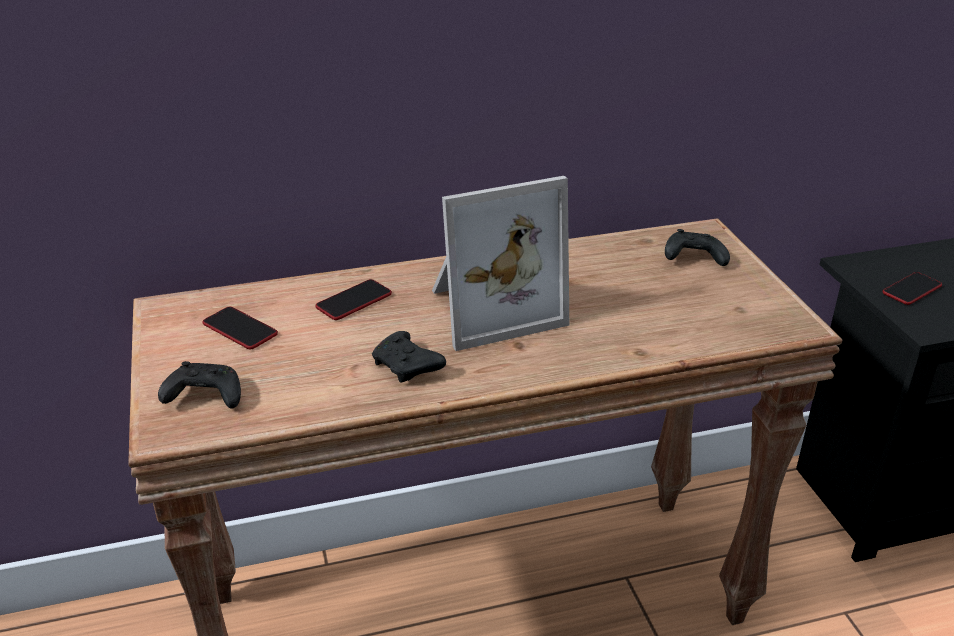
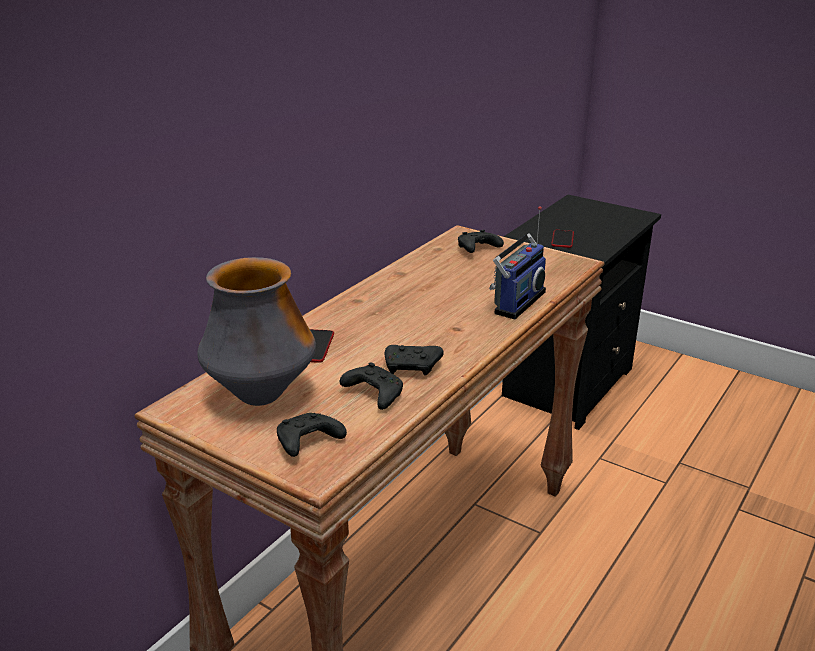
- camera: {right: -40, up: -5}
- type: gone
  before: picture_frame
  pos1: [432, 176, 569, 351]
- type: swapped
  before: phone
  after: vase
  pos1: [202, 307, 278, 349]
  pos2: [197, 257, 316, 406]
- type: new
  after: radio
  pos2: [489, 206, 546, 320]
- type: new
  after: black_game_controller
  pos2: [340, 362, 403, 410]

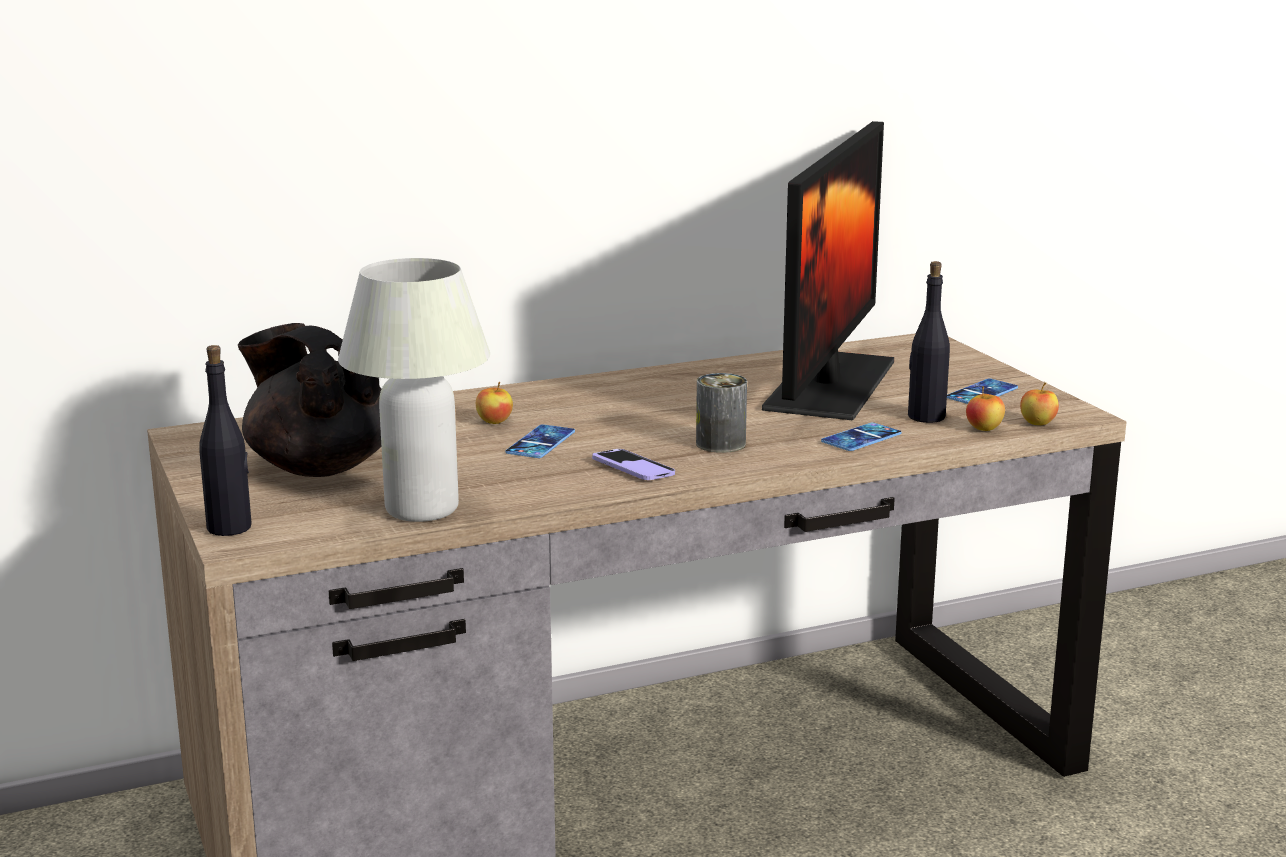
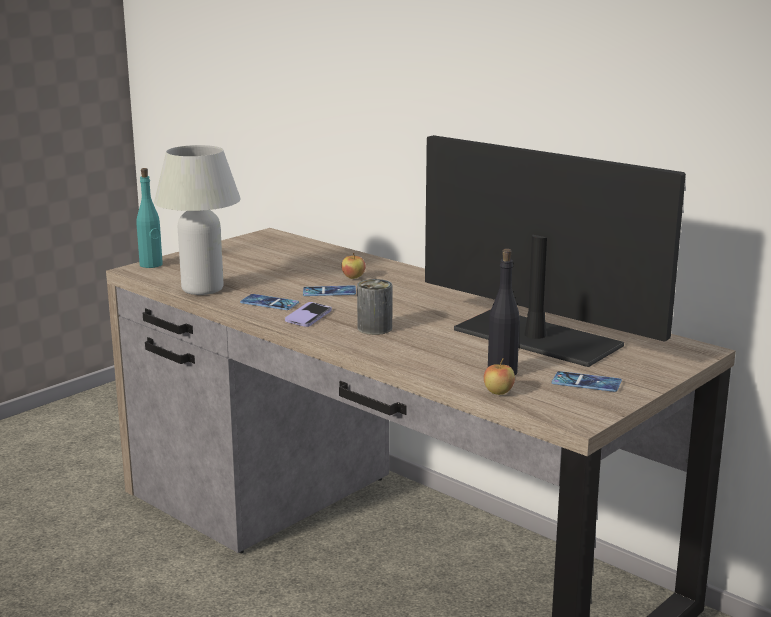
- camera: {right: 65, up: 0}
- type: rotated
  before: monitor
  pos1: [762, 121, 894, 420]
  pos2: [425, 135, 686, 367]
  turn: -135
- type: gone
  before: black_teapot
  pos1: [238, 323, 381, 477]
- type: repainted
  before: black_bottle
  after: turquoise_bottle
  pos1: [199, 345, 252, 536]
  pos2: [136, 168, 163, 268]
- type: gone
  before: apple
  pos1: [1020, 382, 1059, 425]
- type: shifted
  before: phone
  pos1: [821, 422, 901, 451]
  pos2: [240, 294, 299, 310]

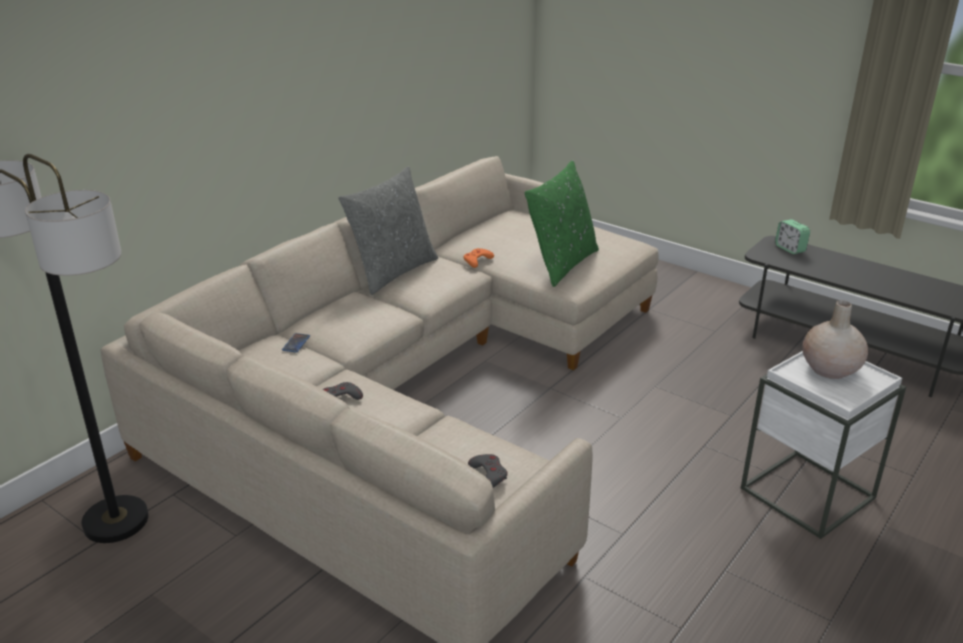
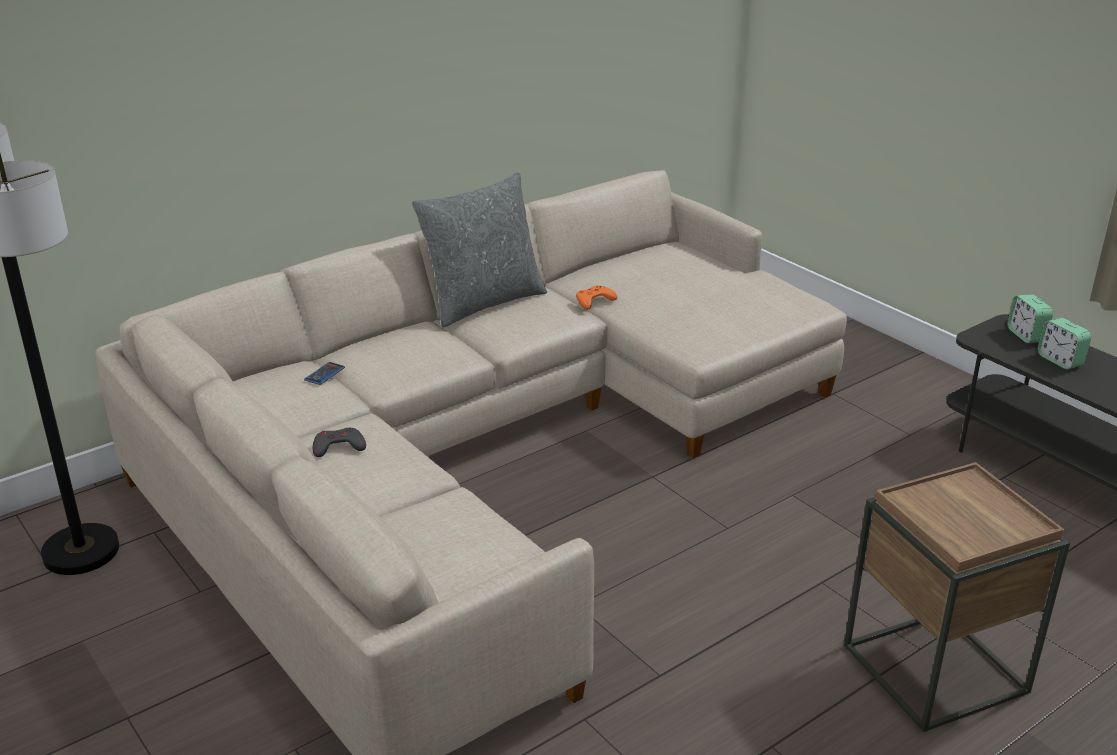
- camera: {right: 15, up: 0}
- type: gone
  before: green_pillow
  pos1: [525, 160, 599, 287]
- type: gone
  before: beige_vase
  pos1: [802, 300, 868, 379]
- type: repainted
  before: white_side_table
  after: brown_side_table
  pos1: [741, 351, 906, 539]
  pos2: [844, 462, 1070, 732]
- type: gone
  before: grey_game_controller
  pos1: [468, 454, 508, 488]
- type: new
  after: alarm_clock
  pos2: [1038, 318, 1091, 369]

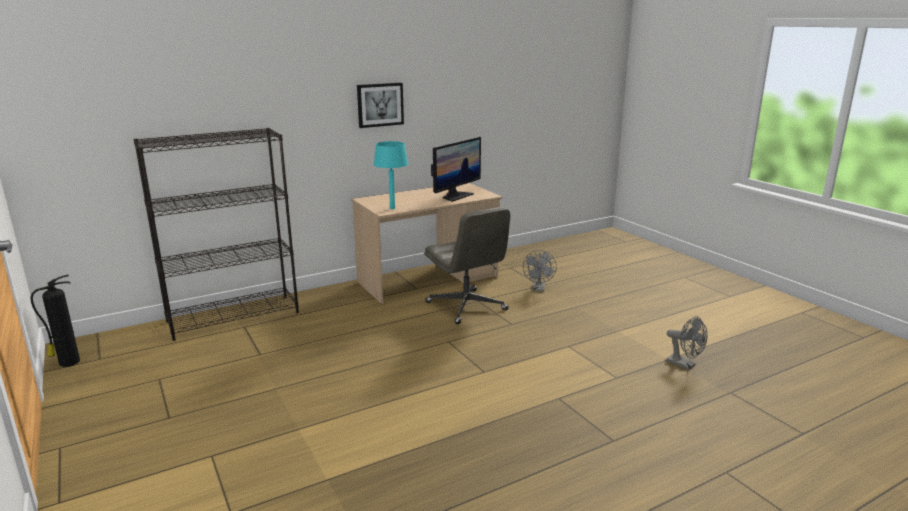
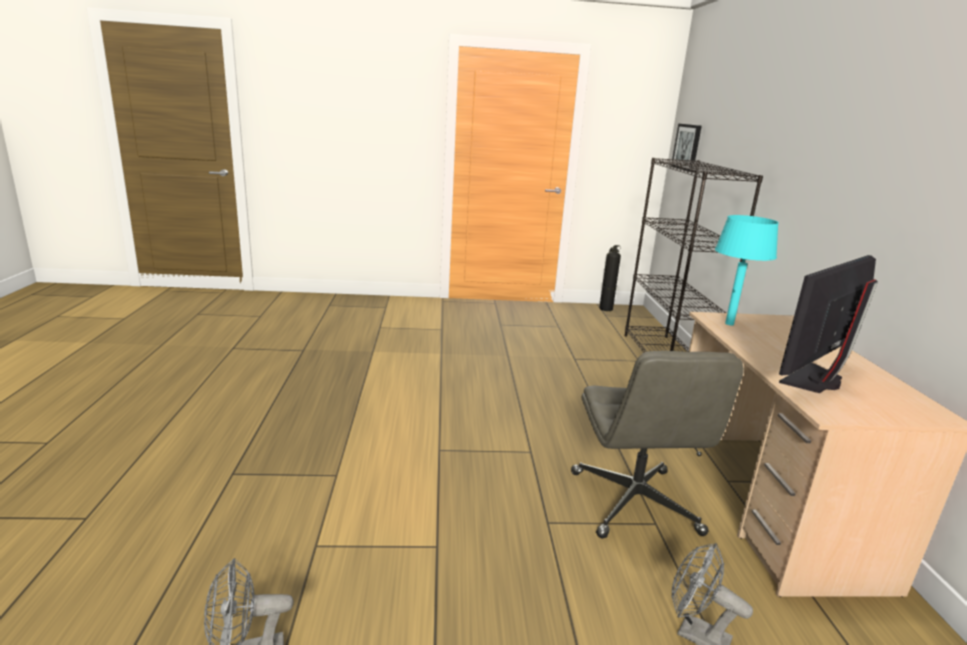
- camera: {right: 115, up: 0}
- type: shifted
  before: picture
  pos1: [357, 83, 404, 128]
  pos2: [671, 124, 702, 172]
- type: rotated
  before: monitor
  pos1: [431, 137, 481, 202]
  pos2: [779, 255, 878, 393]
  turn: 75
- type: rotated
  before: grey_office_chair
  pos1: [424, 207, 510, 324]
  pos2: [571, 351, 744, 538]
  turn: -90

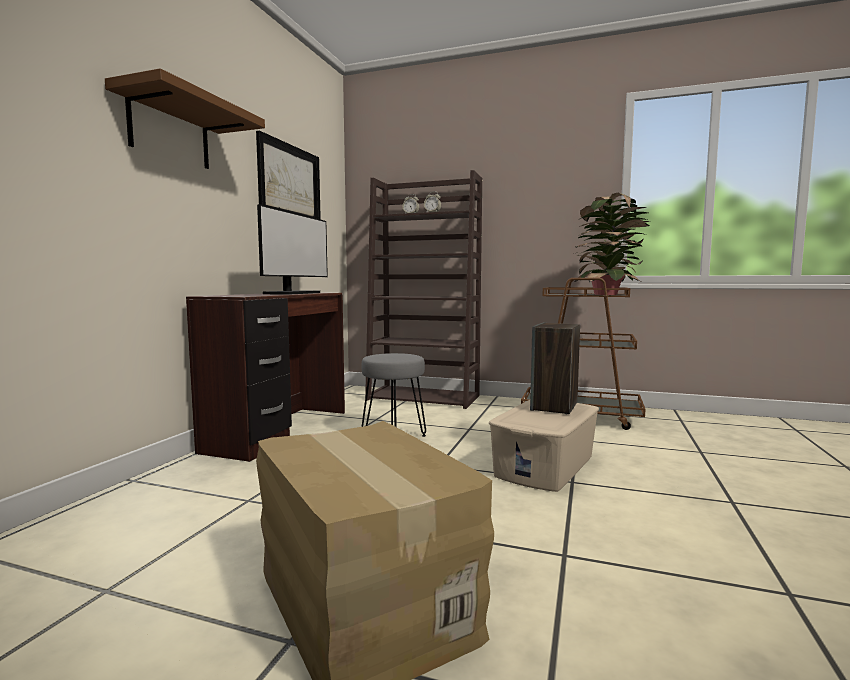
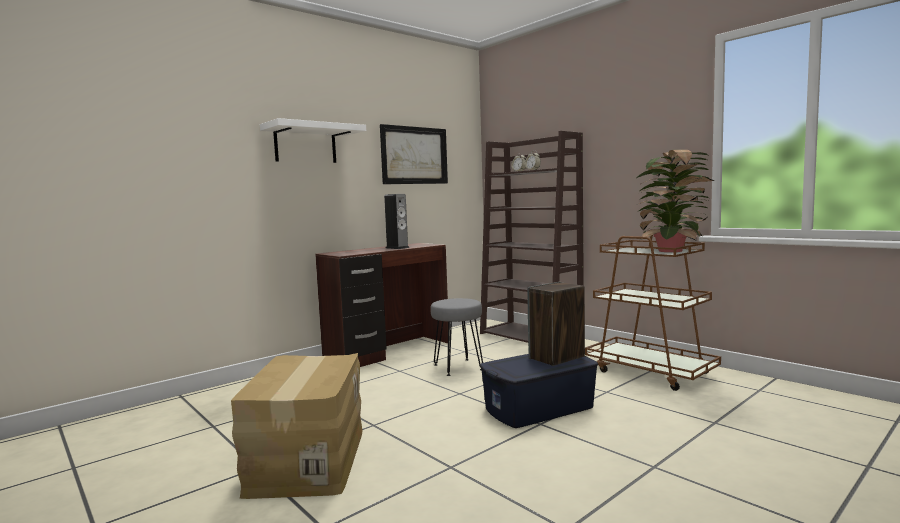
- camera: {right: 30, up: 0}
- type: repainted
  before: brown_shelf
  after: white_shelf
  pos1: [105, 68, 265, 169]
  pos2: [260, 118, 366, 163]
- type: swapped
  before: monitor
  after: speaker
  pos1: [257, 204, 328, 295]
  pos2: [384, 194, 409, 249]
- type: repainted
  before: beige_storage_box
  after: blue_storage_box
  pos1: [489, 400, 599, 492]
  pos2: [480, 354, 598, 428]

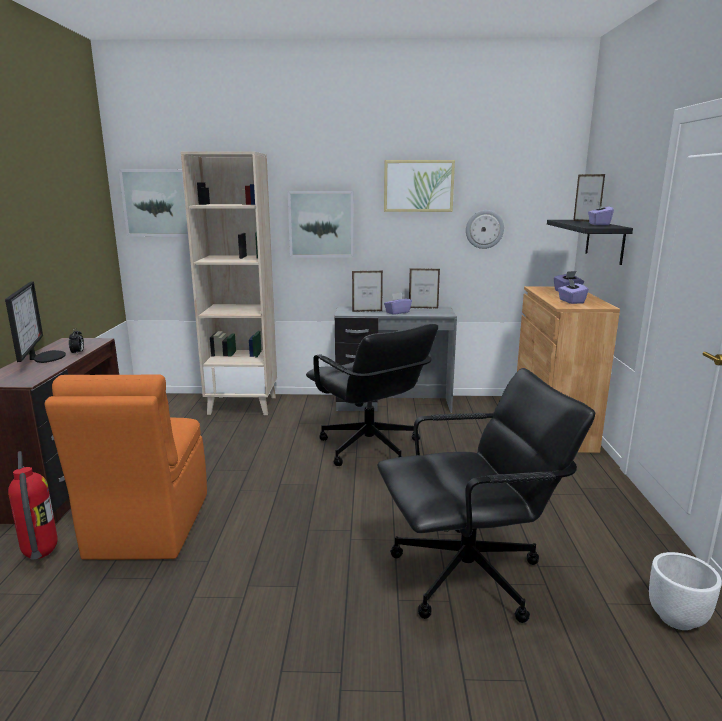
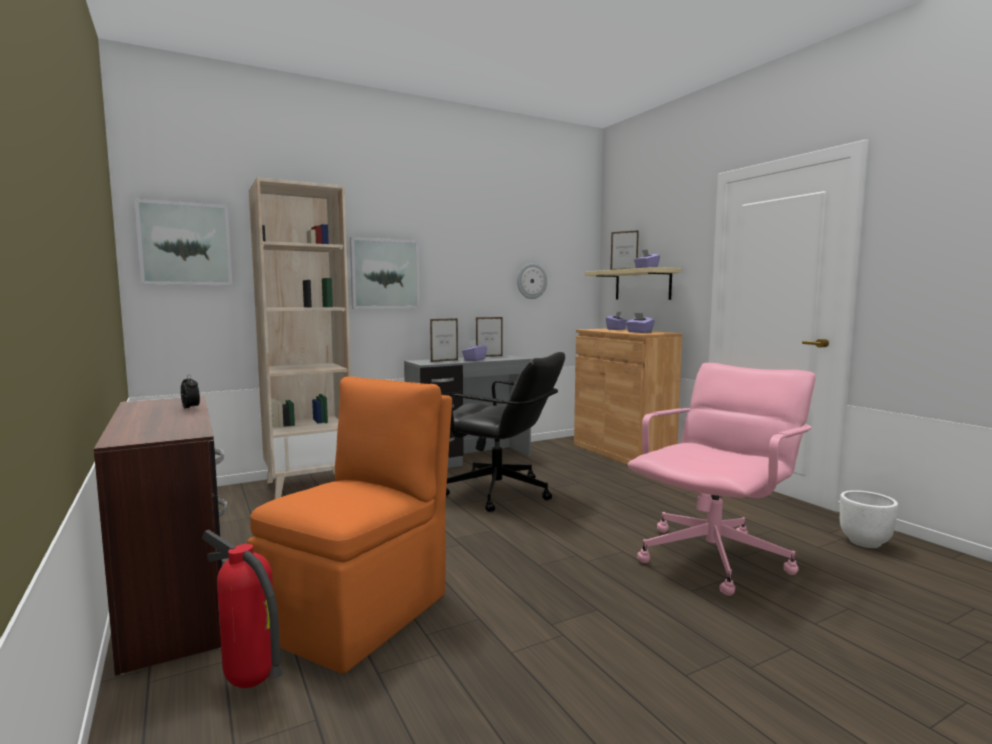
- camera: {right: -30, up: -10}
- type: gone
  before: picture
  pos1: [384, 160, 455, 212]
- type: repainted
  before: black_shelf
  after: beige_shelf
  pos1: [547, 220, 633, 265]
  pos2: [584, 267, 681, 300]
- type: gone
  before: monitor
  pos1: [5, 281, 66, 363]
- type: repainted
  before: black_office_chair
  after: pink_office_chair
  pos1: [377, 368, 595, 623]
  pos2: [628, 363, 815, 596]
- type: rotated
  before: orange_chair
  pos1: [45, 374, 207, 560]
  pos2: [247, 376, 452, 673]
  turn: -120

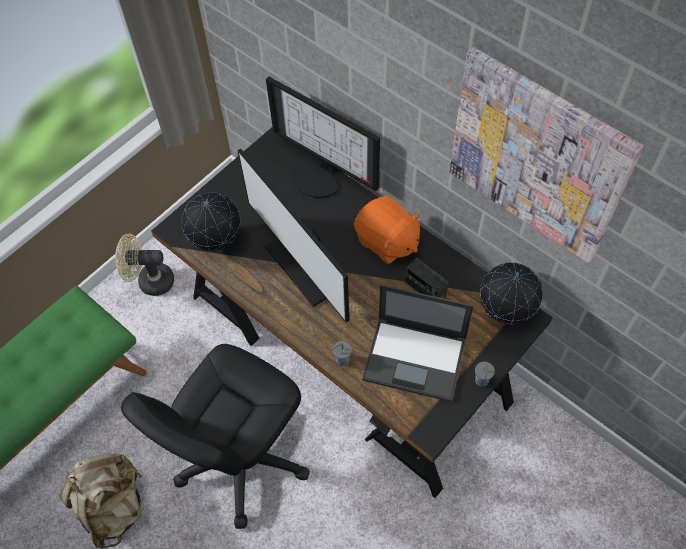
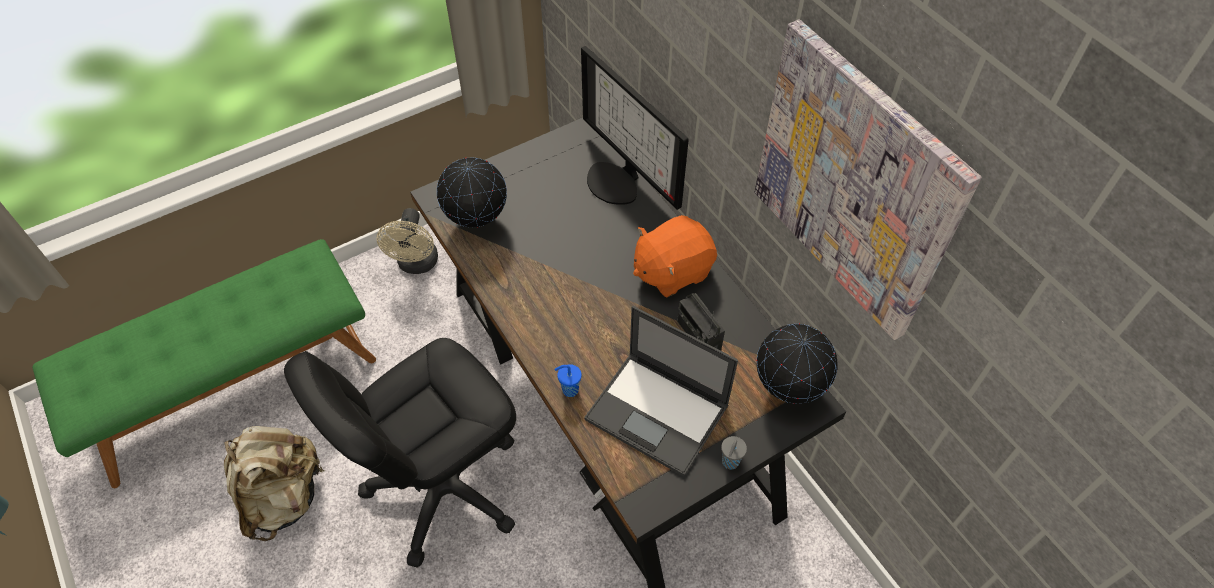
- camera: {right: 15, up: -5}
- type: gone
  before: monitor
  pos1: [237, 148, 349, 323]
- type: rotated
  before: orange_plush_toy
  pos1: [354, 196, 421, 264]
  pos2: [633, 215, 717, 298]
  turn: 90
- type: rotated
  before: beige_fan
  pos1: [115, 233, 174, 296]
  pos2: [377, 208, 438, 274]
  turn: -105
- type: repainted
  before: grey_cup
  after: blue_cup
  pos1: [331, 341, 352, 366]
  pos2: [555, 364, 581, 397]

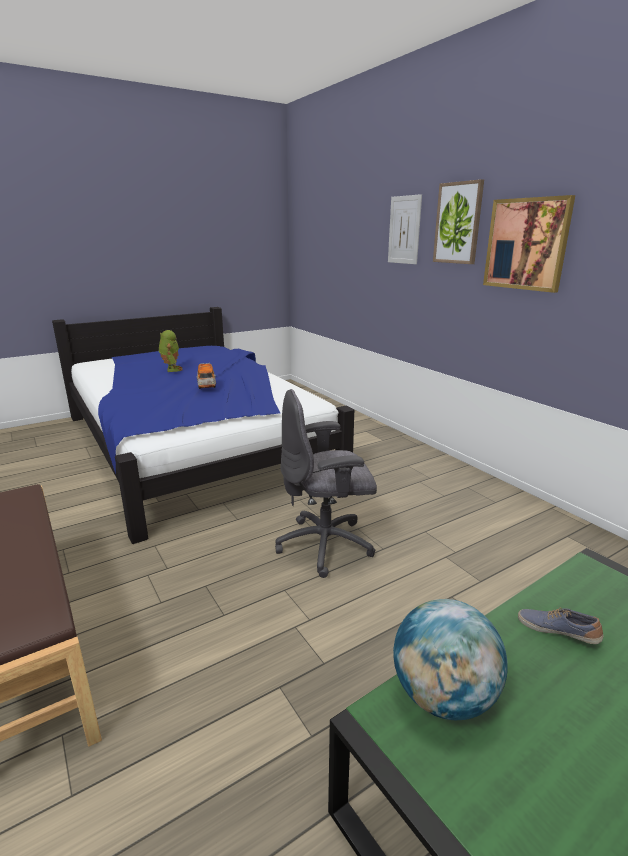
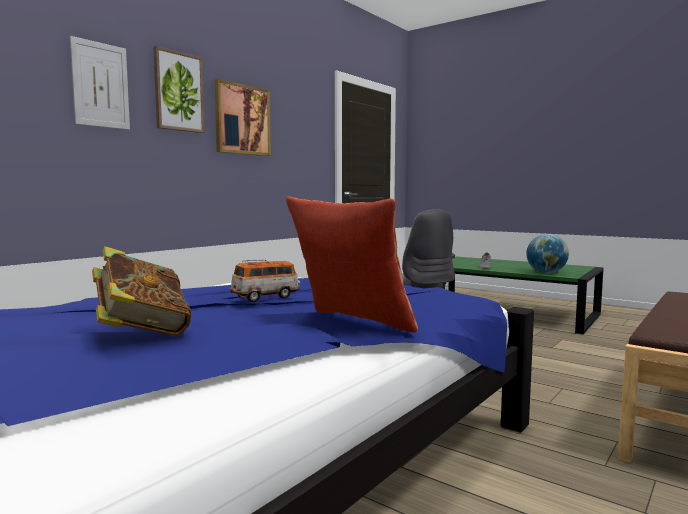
- camera: {right: -110, up: -15}
- type: swapped
  before: toy_robot
  after: book
  pos1: [159, 330, 183, 372]
  pos2: [92, 246, 191, 336]
- type: new
  after: pillow
  pos2: [286, 196, 418, 332]

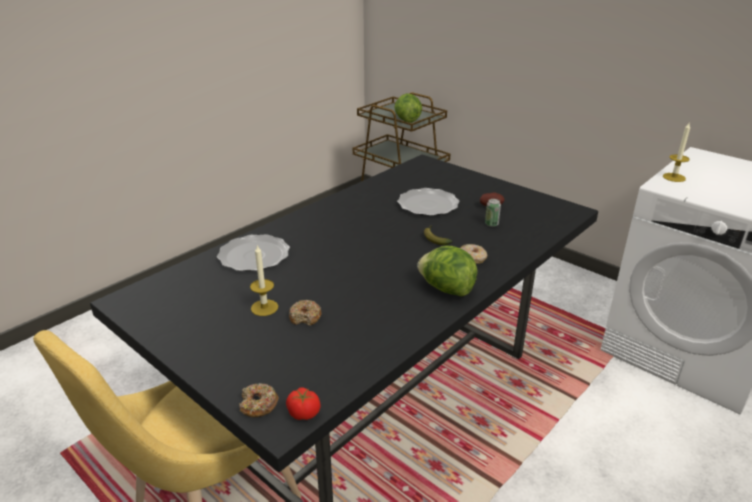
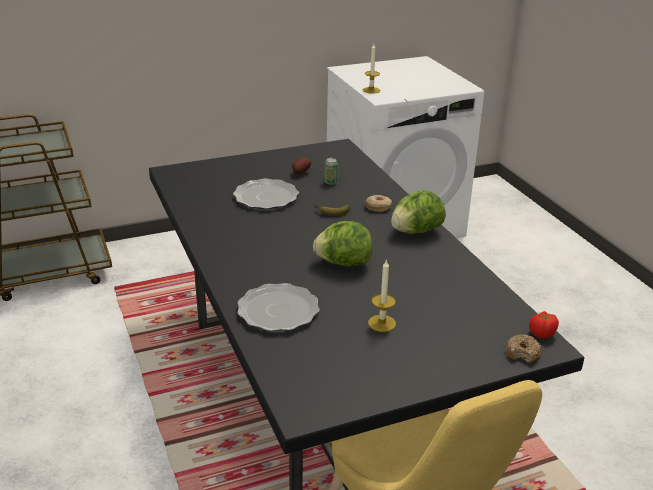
- camera: {right: -65, up: 0}
- type: shifted
  before: lettuce
  pos1: [394, 93, 422, 123]
  pos2: [313, 221, 372, 266]
- type: gone
  before: donut
  pos1: [289, 300, 321, 326]

